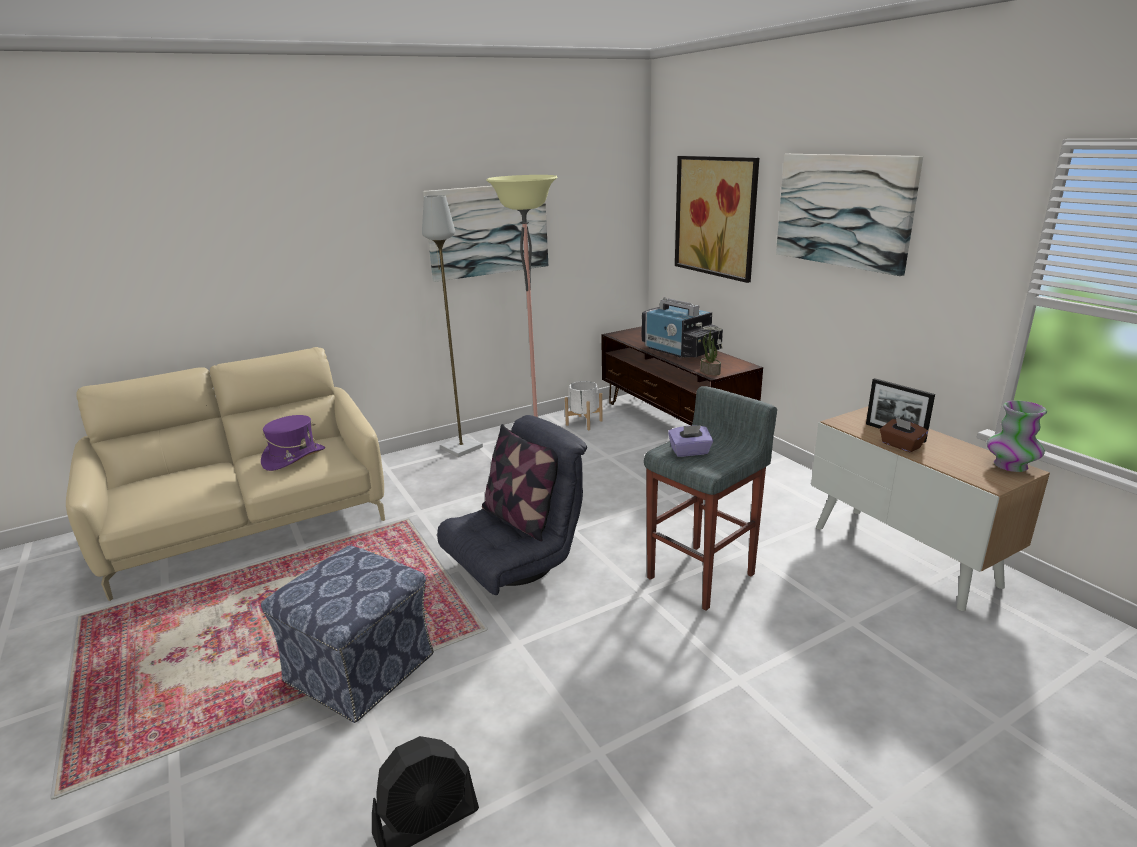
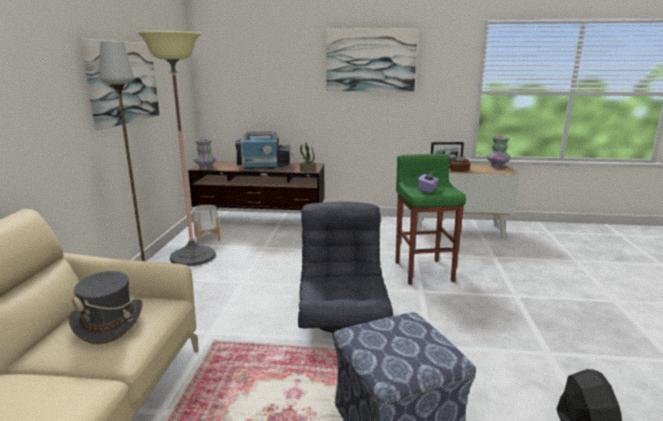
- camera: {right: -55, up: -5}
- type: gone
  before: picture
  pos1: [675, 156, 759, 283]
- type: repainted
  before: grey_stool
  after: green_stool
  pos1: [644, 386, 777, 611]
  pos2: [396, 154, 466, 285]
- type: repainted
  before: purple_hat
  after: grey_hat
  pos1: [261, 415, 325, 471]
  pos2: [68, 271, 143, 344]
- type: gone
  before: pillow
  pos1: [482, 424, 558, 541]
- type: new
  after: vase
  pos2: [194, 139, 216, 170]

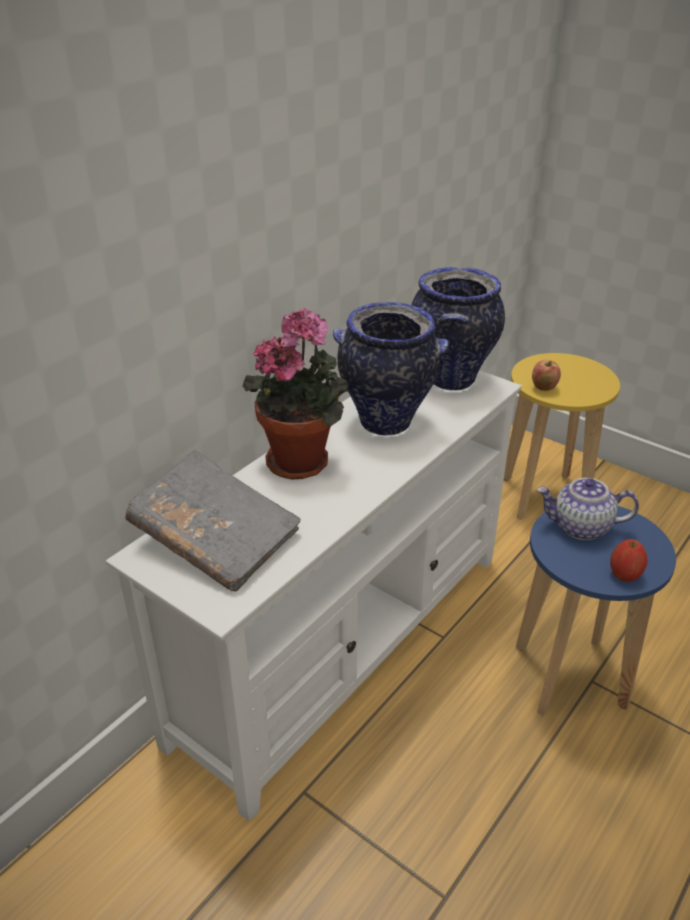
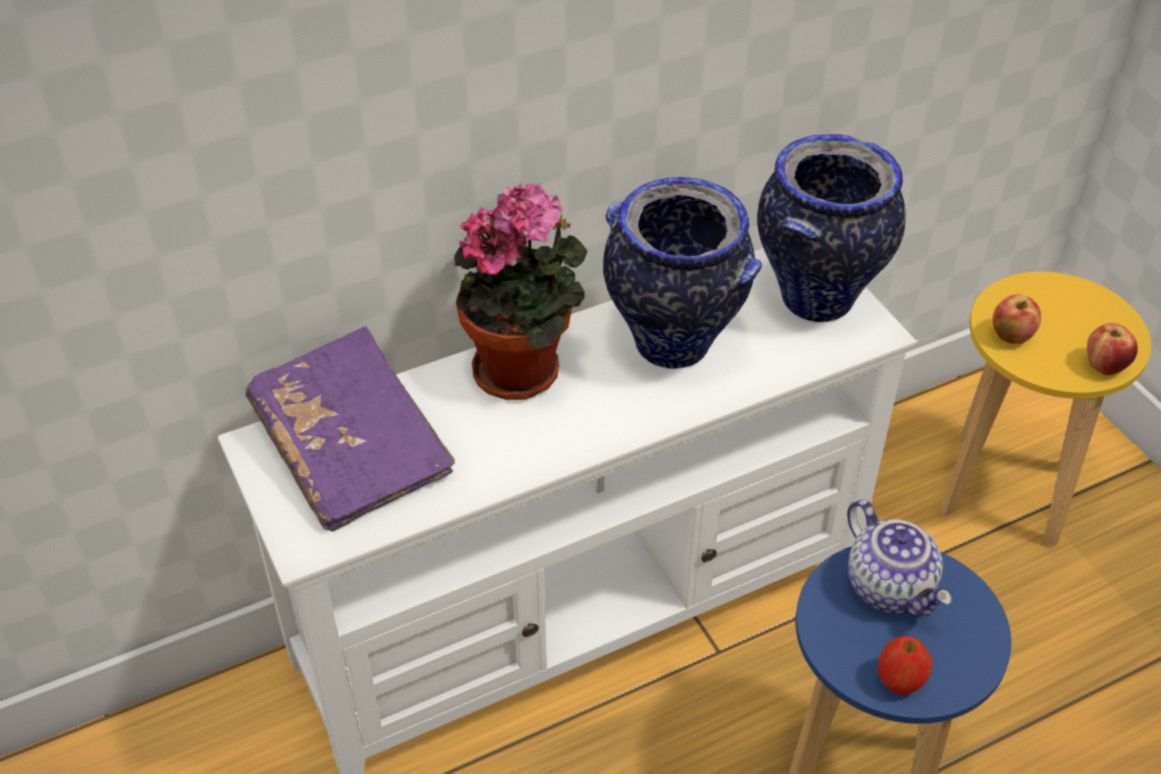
- camera: {right: 25, up: 10}
- type: repainted
  before: grey_book
  after: purple_book
  pos1: [125, 450, 300, 592]
  pos2: [245, 326, 455, 532]
- type: rotated
  before: teapot
  pos1: [537, 478, 639, 540]
  pos2: [847, 499, 952, 618]
  turn: -150
- type: new
  after: apple
  pos2: [1087, 323, 1138, 375]

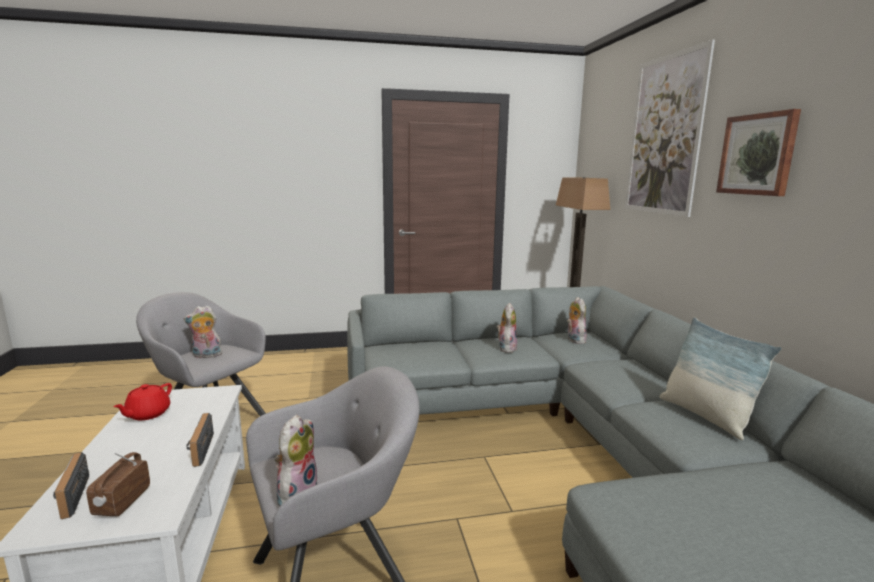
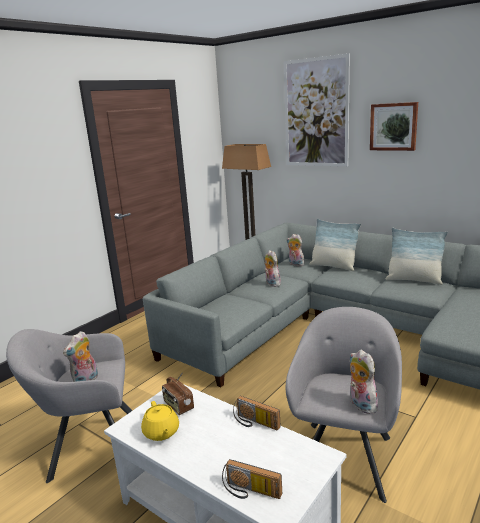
- camera: {right: -40, up: 5}
- type: repainted
  before: red_teapot
  after: yellow_teapot
  pos1: [113, 383, 172, 420]
  pos2: [141, 401, 179, 441]
- type: shifted
  before: radio
  pos1: [86, 452, 150, 516]
  pos2: [162, 372, 194, 415]
- type: new
  after: pillow
  pos2: [309, 219, 361, 271]

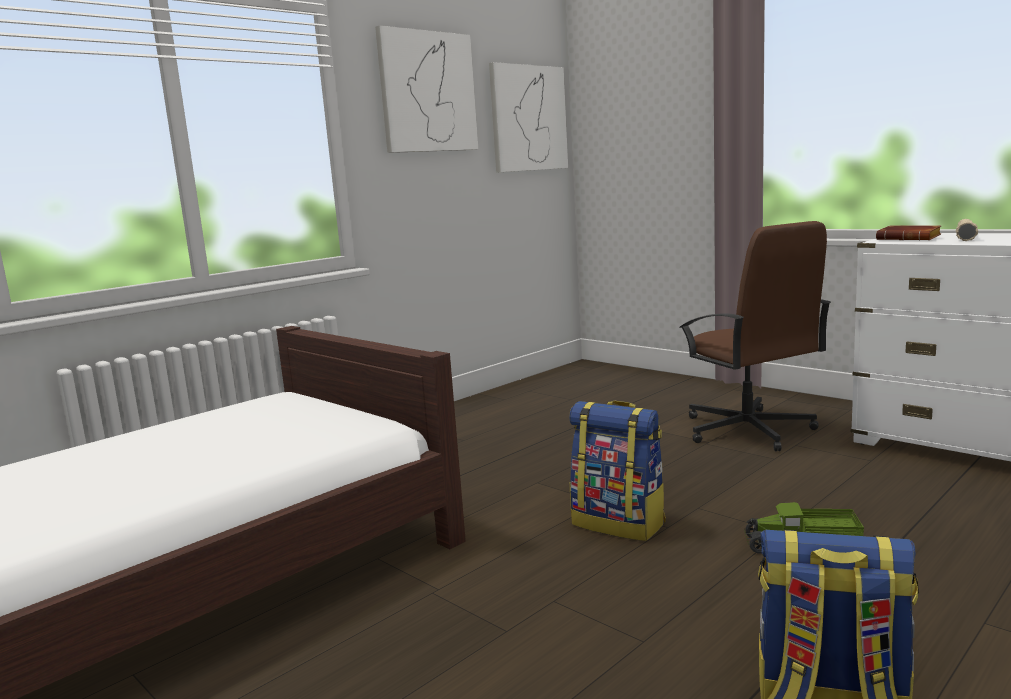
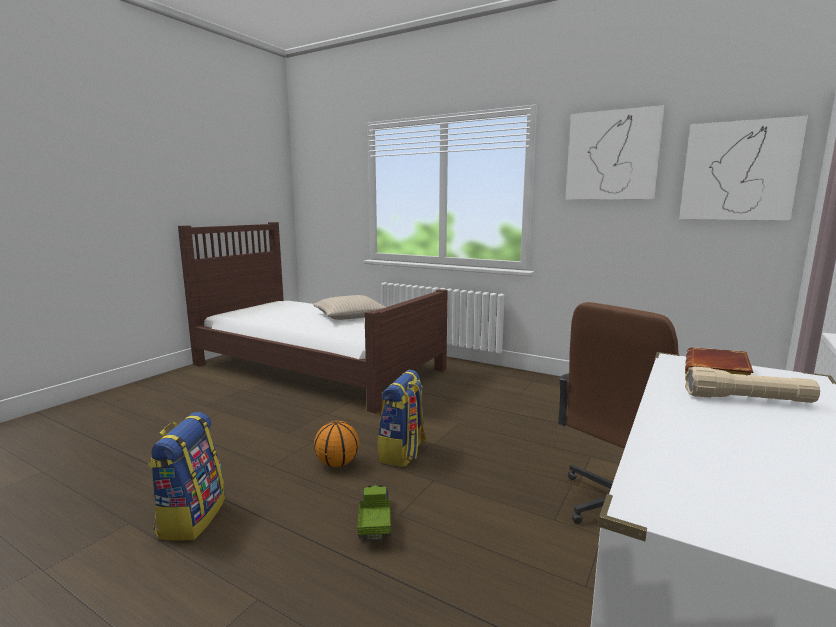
- camera: {right: 75, up: 0}
- type: new
  after: beige_pillow
  pos2: [313, 295, 386, 320]
- type: new
  after: basketball
  pos2: [314, 421, 359, 467]

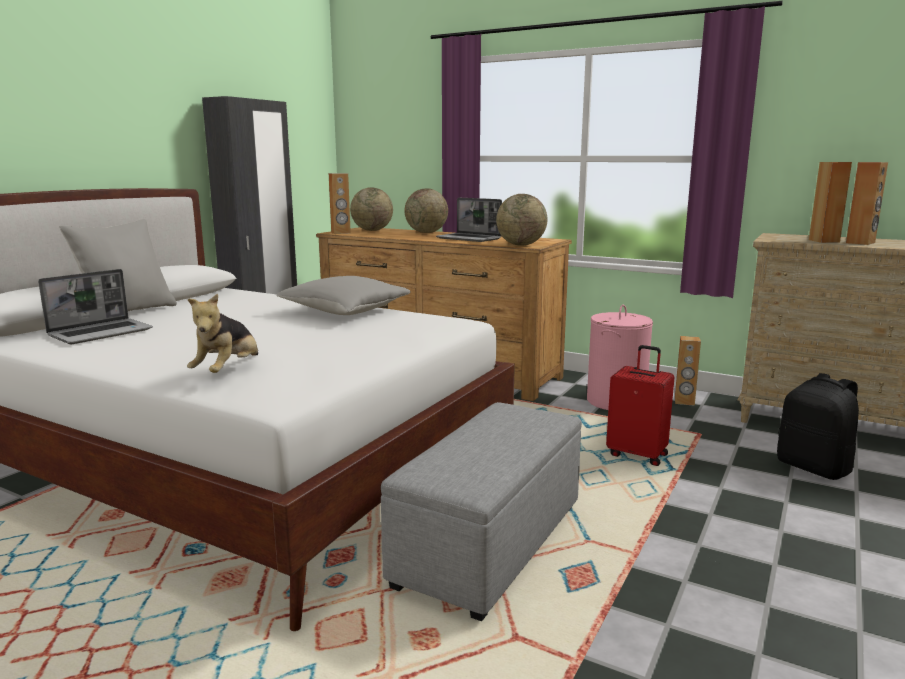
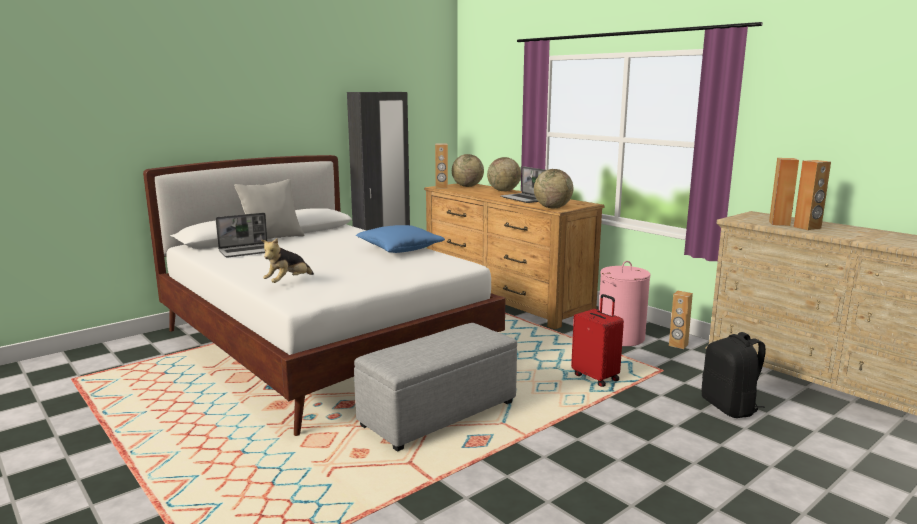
- camera: {right: 20, up: 0}
- type: repainted
  before: grey_pillow
  after: blue_pillow
  pos1: [276, 276, 410, 315]
  pos2: [356, 225, 445, 253]

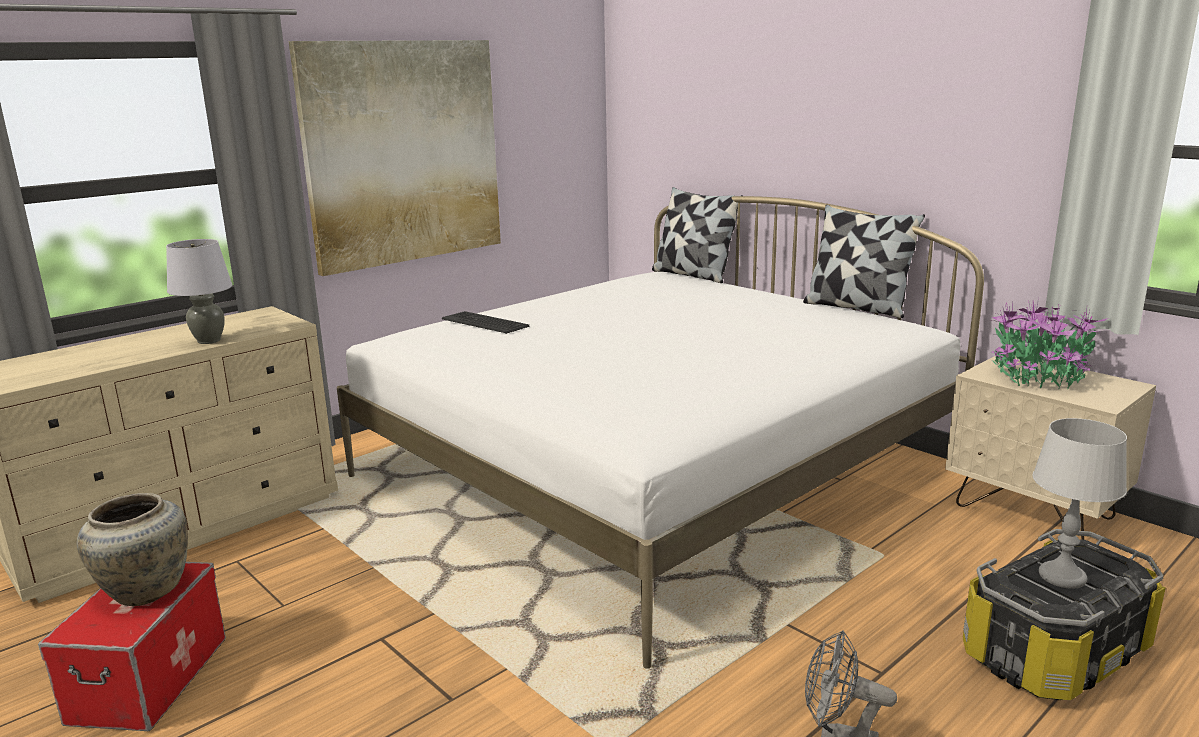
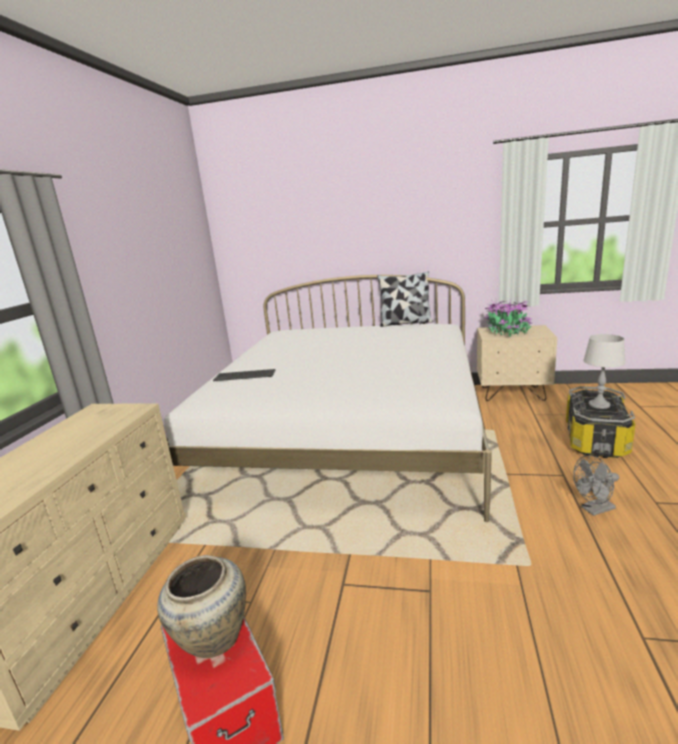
- camera: {right: -35, up: 0}
- type: gone
  before: picture
  pos1: [289, 40, 501, 276]
- type: gone
  before: pillow
  pos1: [652, 187, 743, 283]
- type: gone
  before: grey_table_lamp
  pos1: [166, 239, 232, 344]

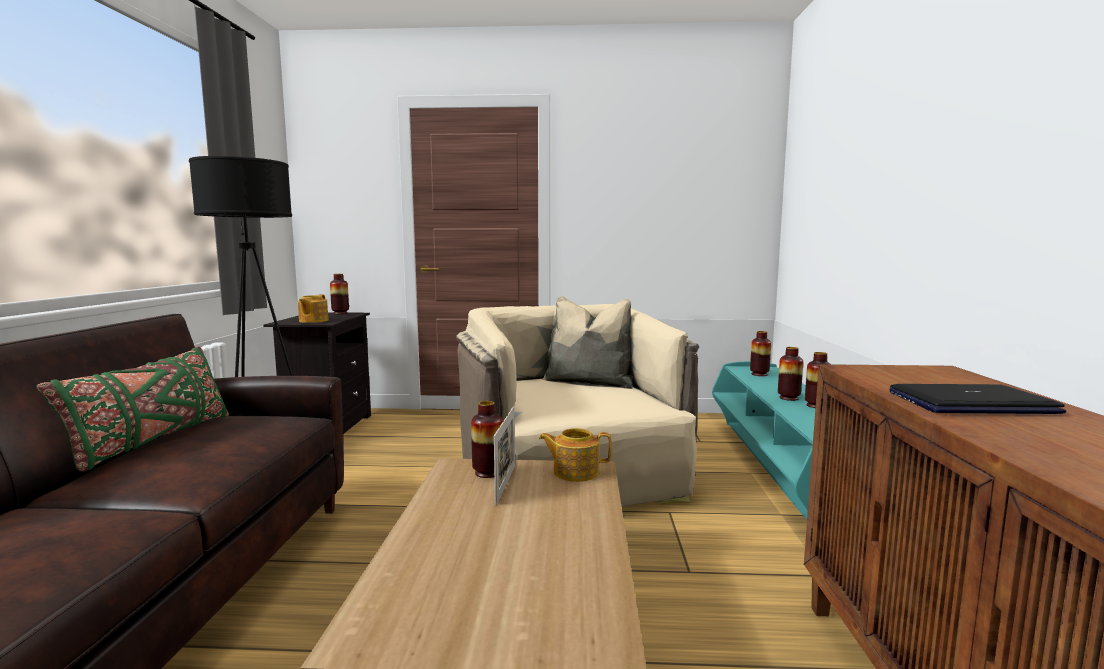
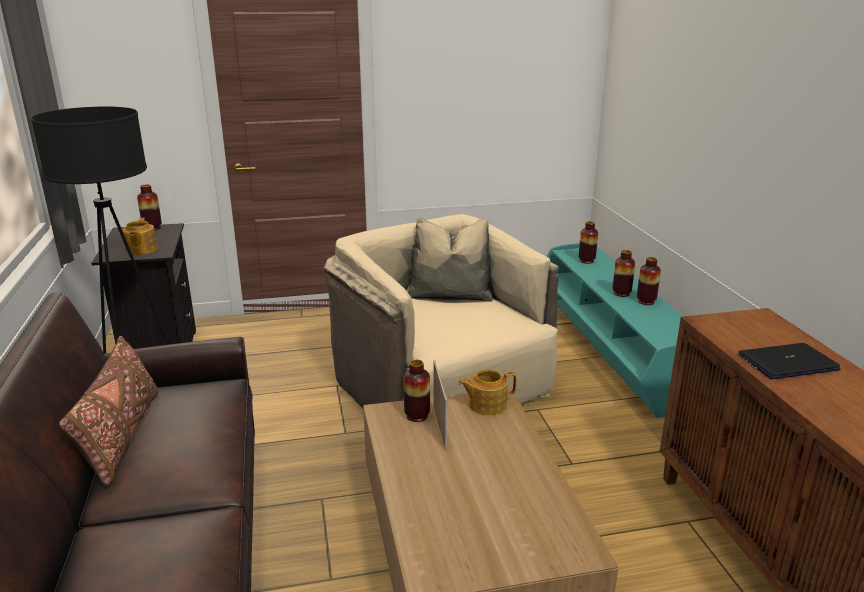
- camera: {right: -15, up: 15}
- type: repainted
  before: green_pillow
  after: brown_pillow
  pos1: [37, 346, 229, 472]
  pos2: [59, 336, 158, 486]

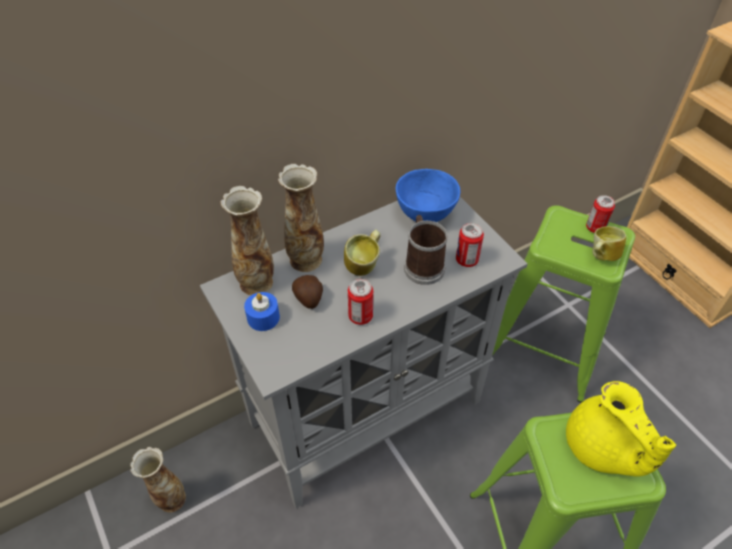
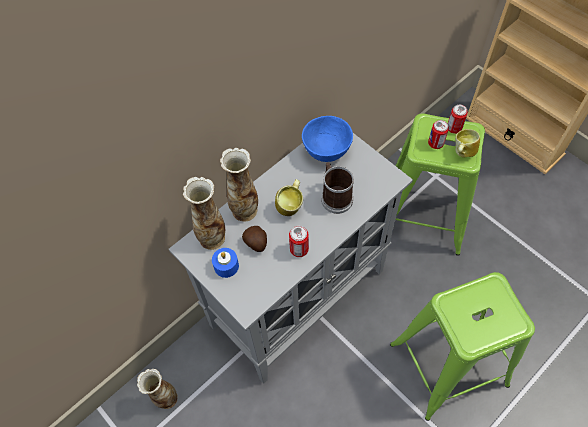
- camera: {right: -10, up: 10}
- type: shifted
  before: can
  pos1: [456, 223, 484, 267]
  pos2: [428, 120, 449, 149]
- type: gone
  before: yellow_teapot
  pos1: [566, 381, 676, 477]

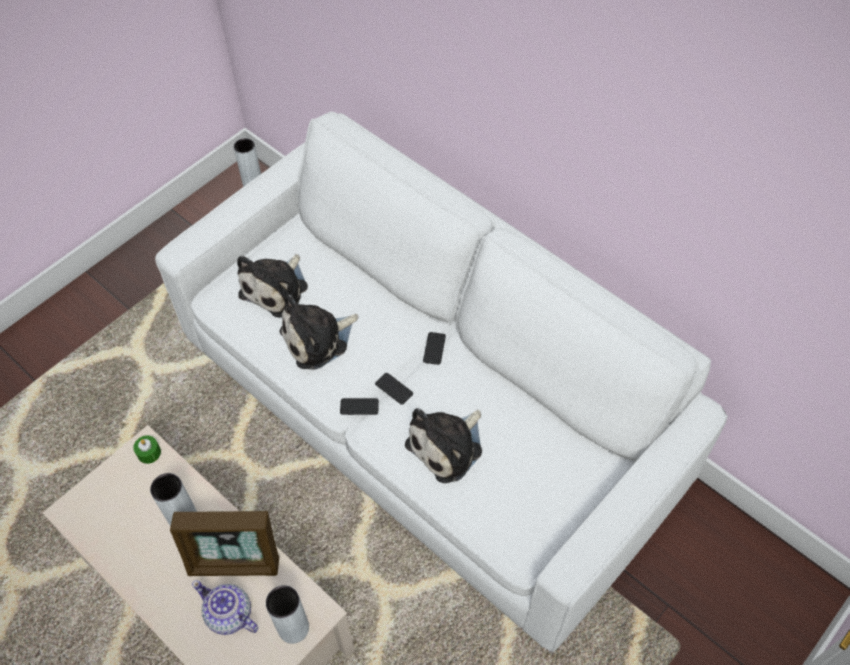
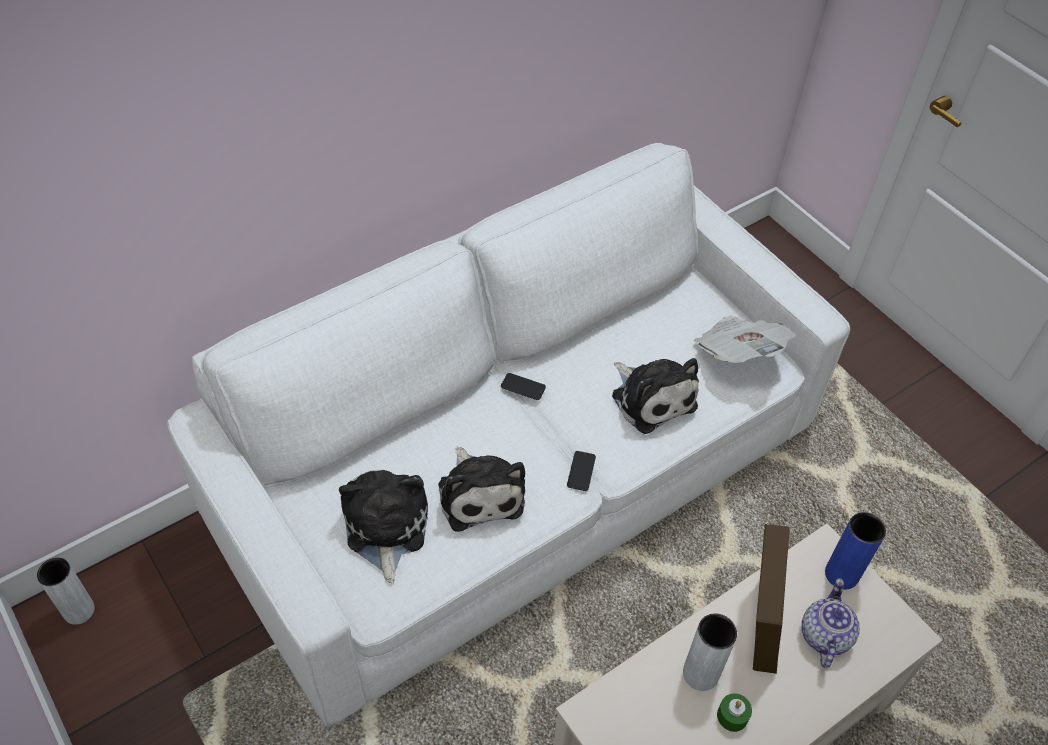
- camera: {right: -80, up: -5}
- type: rotated
  before: plush_toy
  pos1: [237, 254, 308, 317]
  pos2: [339, 470, 428, 583]
  turn: -135
- type: gone
  before: phone
  pos1: [375, 373, 413, 405]
- type: shifted
  before: green_candle
  pos1: [133, 436, 161, 464]
  pos2: [717, 693, 752, 732]
- type: rotated
  before: teapot
  pos1: [192, 580, 258, 635]
  pos2: [802, 578, 860, 668]
  turn: 150
- type: repainted
  before: grey_vase
  after: blue_vase
  pos1: [266, 585, 309, 644]
  pos2: [825, 512, 886, 589]
- type: new
  after: newspaper
  pos2: [693, 316, 796, 363]

